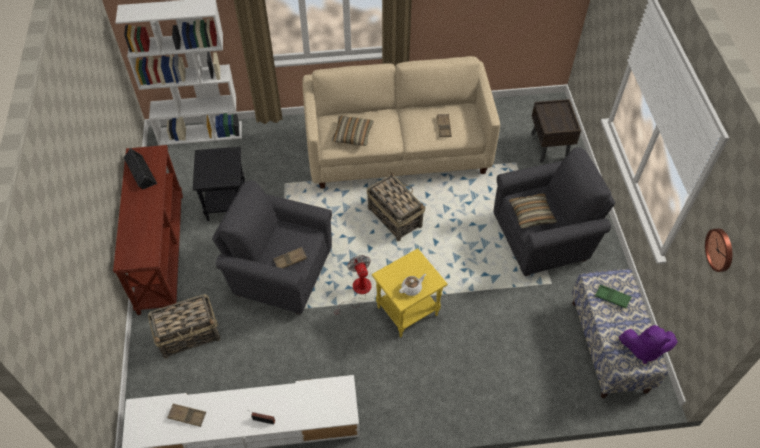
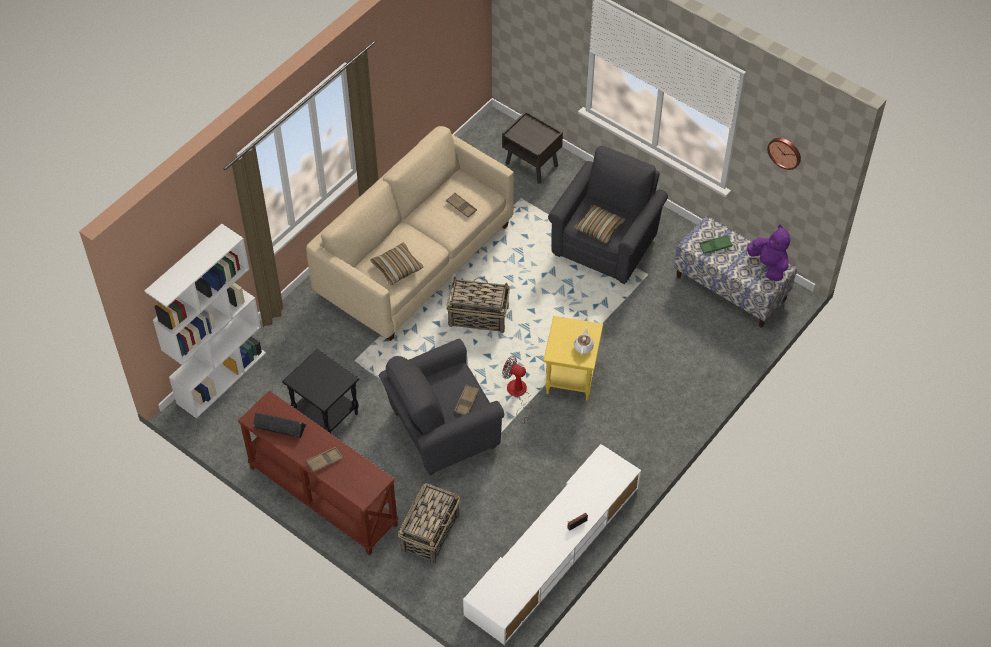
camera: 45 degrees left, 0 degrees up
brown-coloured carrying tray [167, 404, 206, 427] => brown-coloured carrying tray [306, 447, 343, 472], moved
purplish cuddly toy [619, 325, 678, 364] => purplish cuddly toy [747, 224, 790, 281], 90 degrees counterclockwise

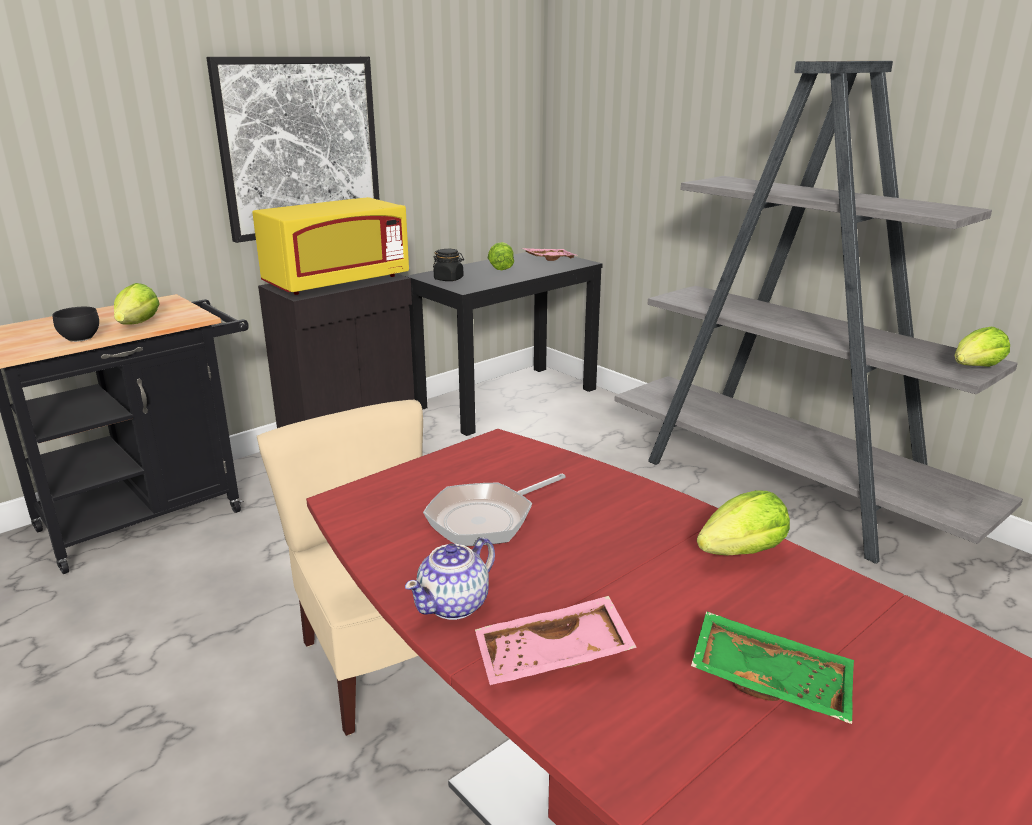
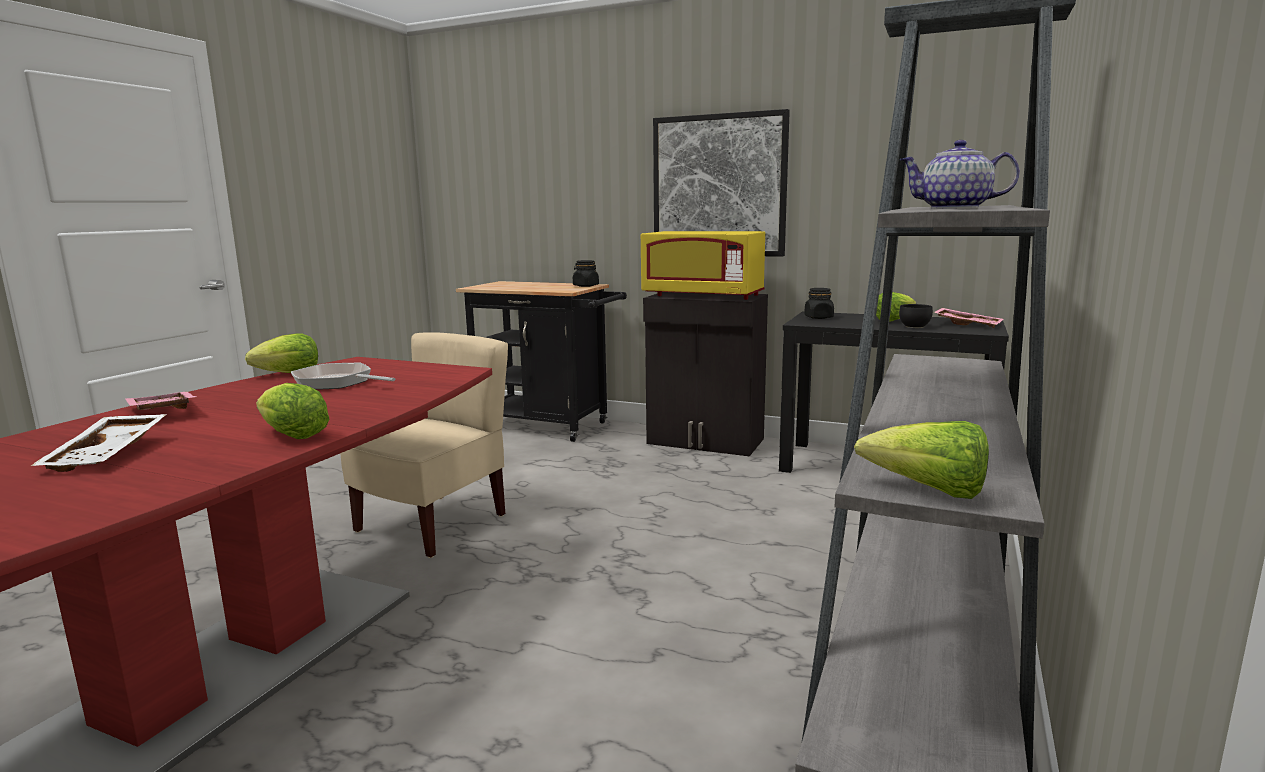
camera: 65 degrees right, 10 degrees down
green-coloured carrying tray [691, 611, 854, 724] => whitish carrying tray [31, 414, 167, 472]
lettuce [114, 283, 160, 325] => lettuce [245, 333, 318, 373], moved
nothing => blackish storage jar [573, 260, 599, 287]
tea pot [405, 537, 495, 620] => tea pot [899, 140, 1020, 209], moved
blackish deep dish [52, 307, 99, 342] => blackish deep dish [899, 304, 933, 328], moved

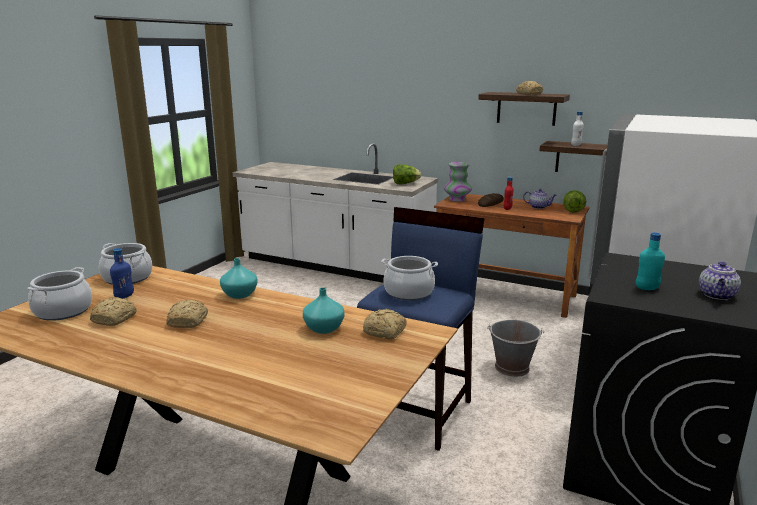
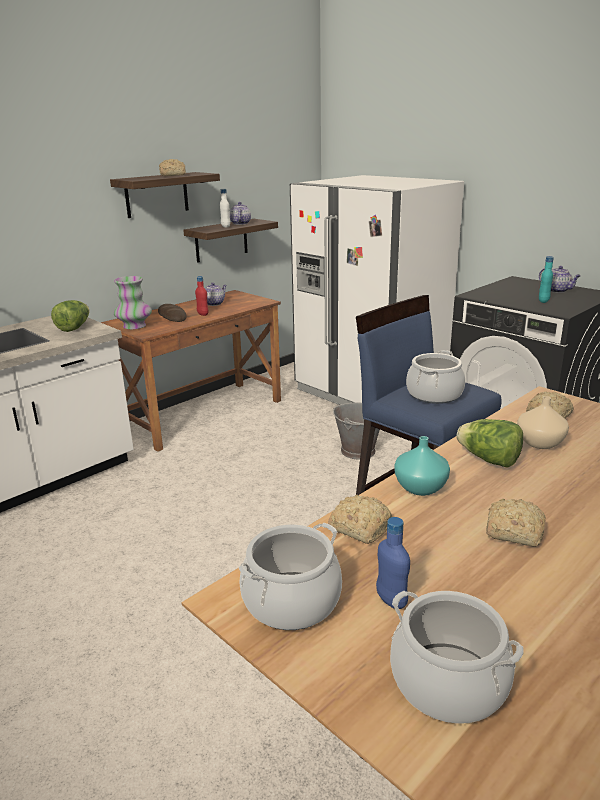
camera: 70 degrees left, 5 degrees up
nothing => tea pot [230, 202, 251, 225]
bread [90, 297, 137, 326] => bread [328, 495, 392, 544], moved
lettuce [563, 190, 586, 213] => lettuce [456, 419, 523, 468], moved
turquoise-coloured decorative vase [303, 288, 344, 334] => beige-coloured decorative vase [517, 396, 569, 449]

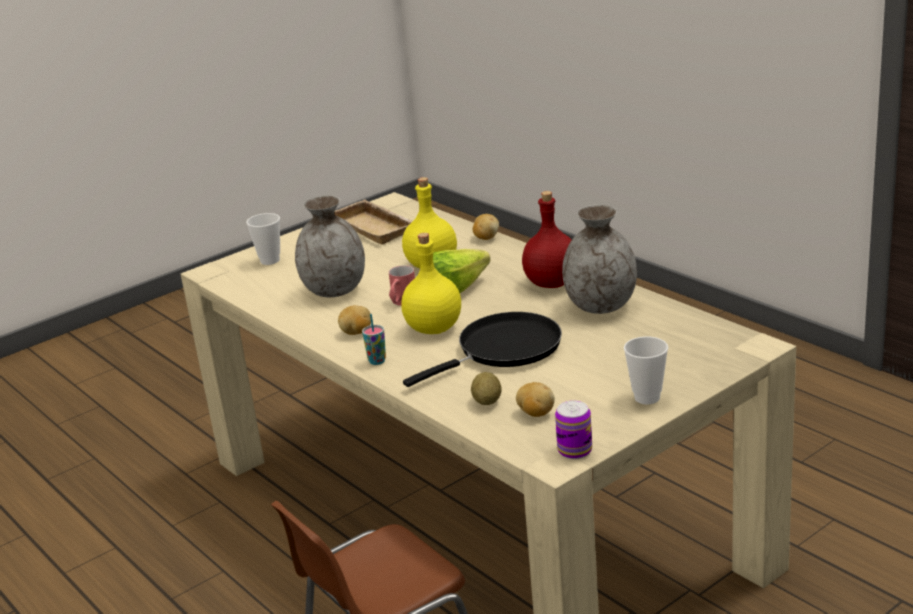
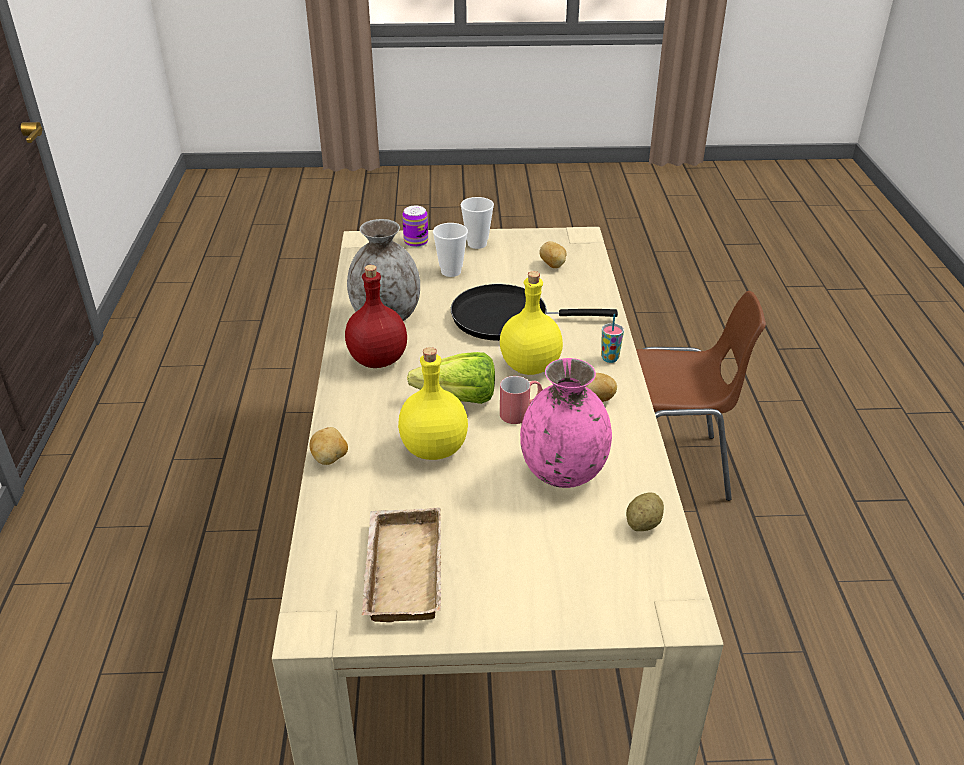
camera: 145 degrees left, 10 degrees up
metal can [555, 400, 592, 459] => metal can [402, 206, 428, 247], moved
small cup [246, 213, 280, 265] => small cup [433, 223, 468, 277], moved
grey decorative vase [295, 195, 365, 297] => pinkish decorative vase [520, 358, 612, 488]
potato [471, 372, 502, 405] => potato [626, 492, 664, 531], moved

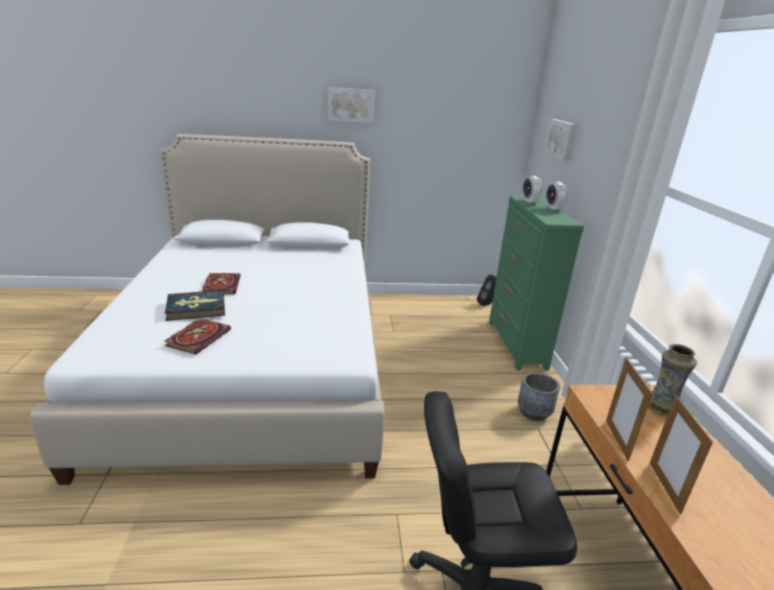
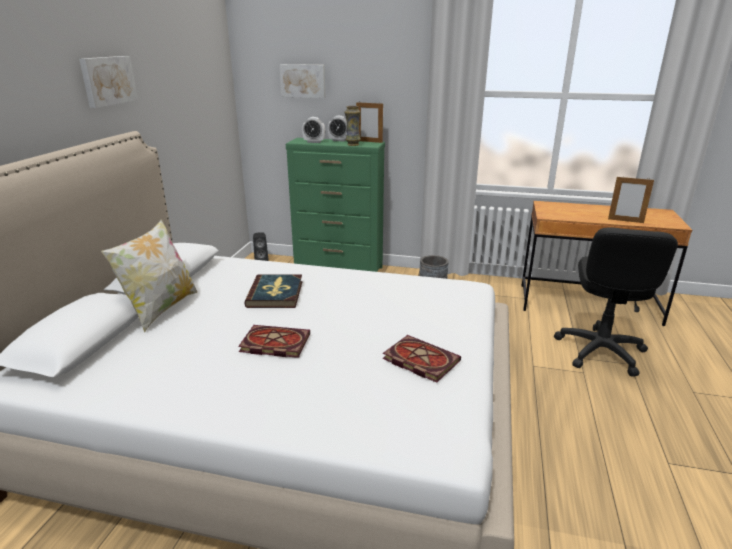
camera: 70 degrees left, 0 degrees up
nothing => throw pillow [101, 219, 197, 332]
bound book [165, 290, 225, 321] => bound book [244, 274, 302, 308], moved
decorative vase [649, 344, 697, 416] => decorative vase [344, 106, 361, 146], moved
standing frame [606, 358, 653, 461] => standing frame [356, 102, 383, 143], moved

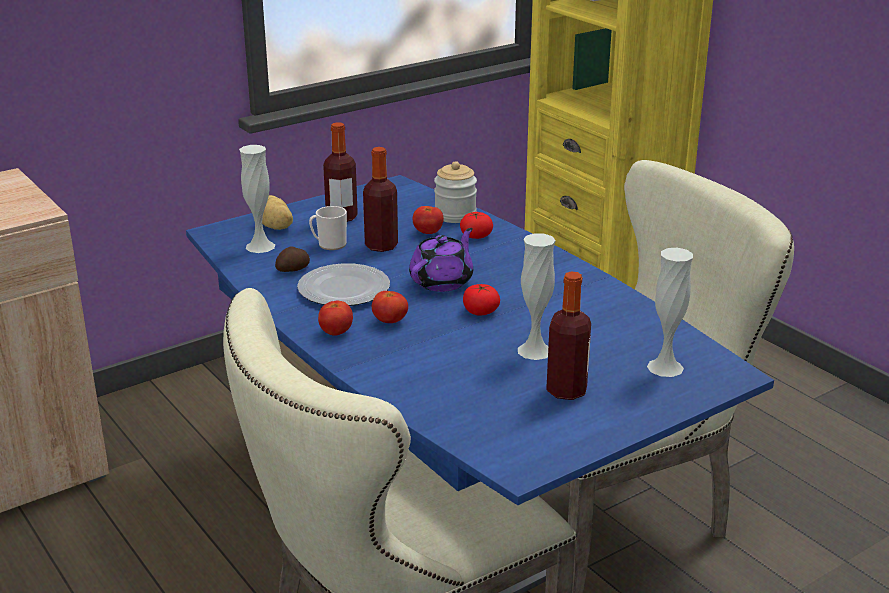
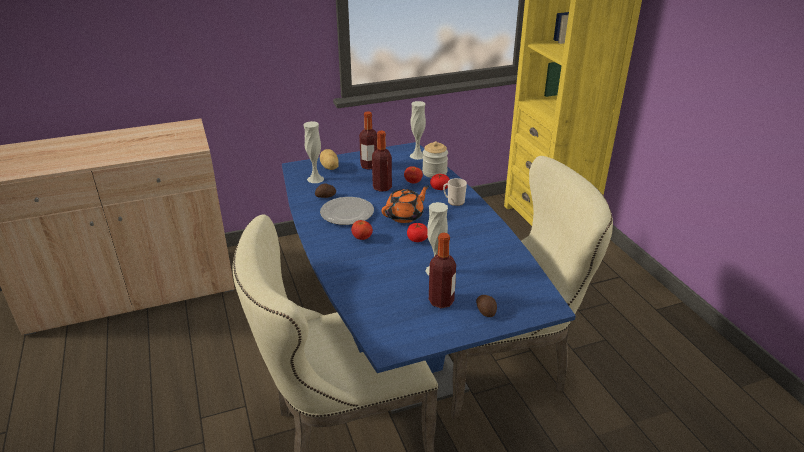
camera: 15 degrees right, 5 degrees up
purplish tea pot [409, 228, 473, 292] => orange tea pot [381, 186, 429, 223]
whitish decorative vase [647, 248, 693, 377] => whitish decorative vase [410, 101, 426, 160], moved
mug [309, 206, 347, 250] => mug [443, 178, 467, 206], moved
nothing => potato [476, 295, 497, 317]
fresh tomato [318, 300, 353, 336] => nothing

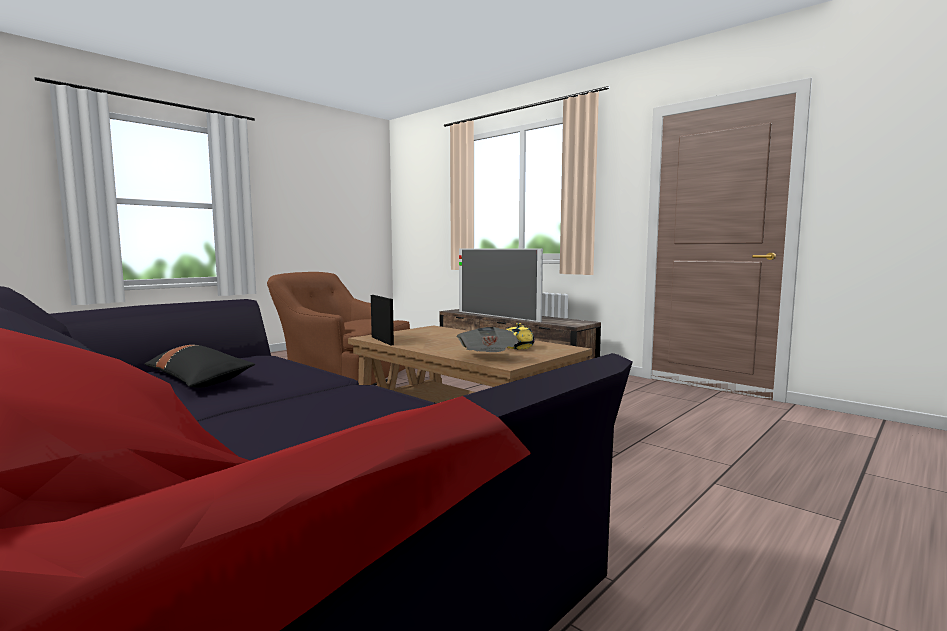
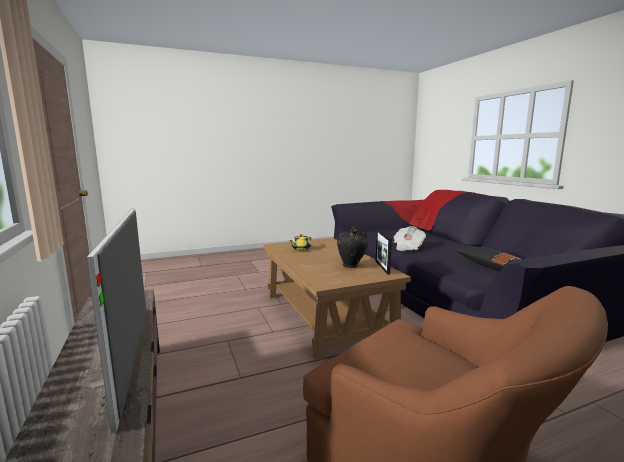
camera: 155 degrees left, 5 degrees up
nothing => blackish decorative vase [337, 226, 368, 268]
printed paper [457, 327, 520, 352] => printed paper [393, 226, 426, 251], moved

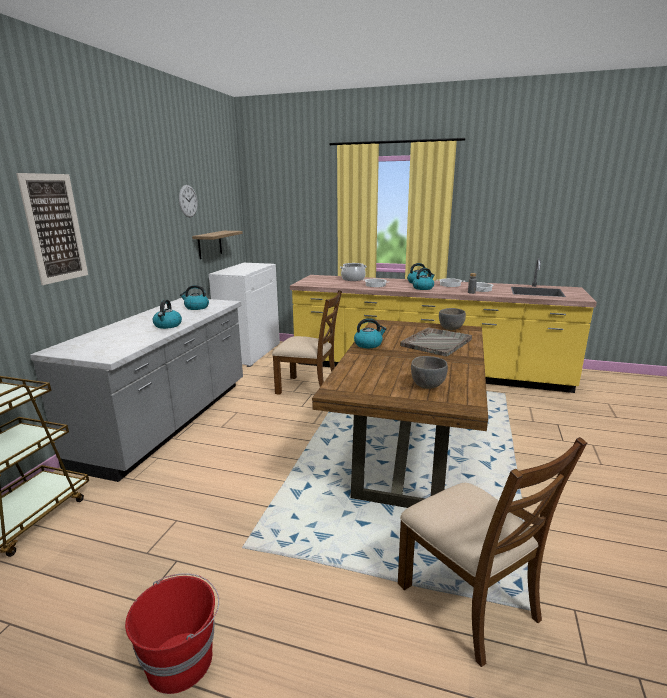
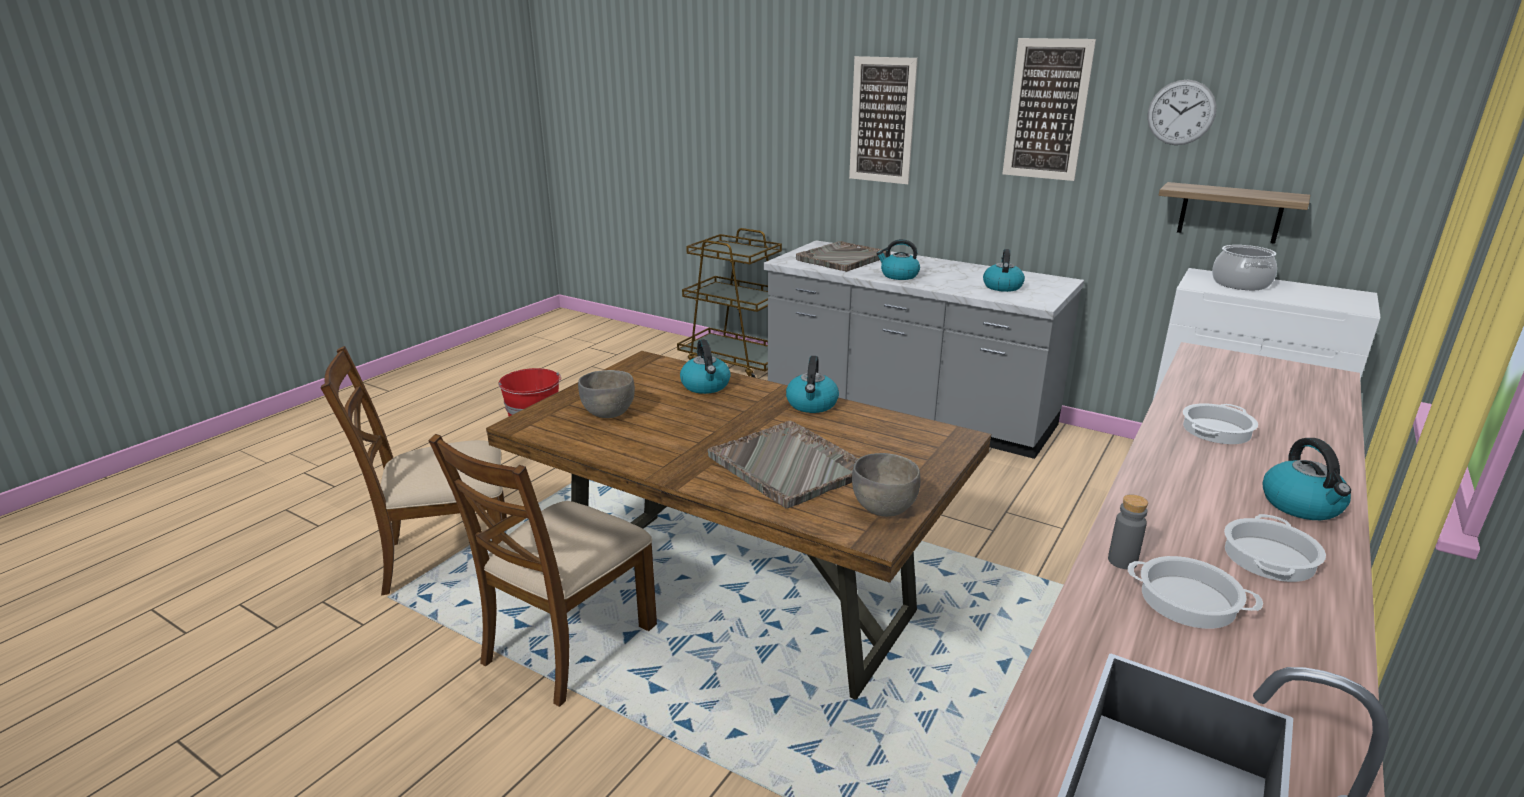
camera: 105 degrees right, 5 degrees up
brown-coloured upright chair [272, 290, 342, 395] => brown-coloured upright chair [428, 434, 657, 707], moved
kettle [413, 268, 435, 290] => kettle [680, 339, 731, 394], moved
nothing => grey carrying tray [796, 241, 891, 272]
nothing => picture [1002, 38, 1096, 181]
saucepot [340, 263, 367, 281] => saucepot [1212, 245, 1277, 290], moved

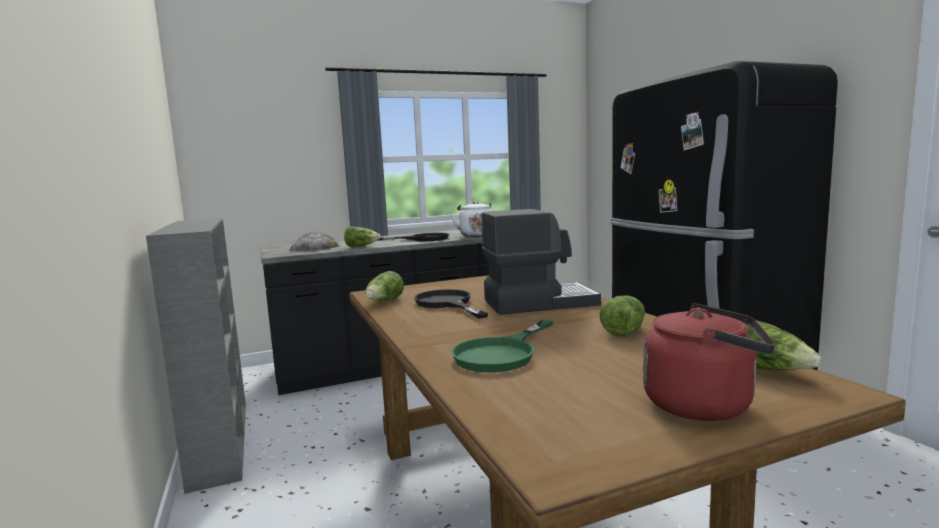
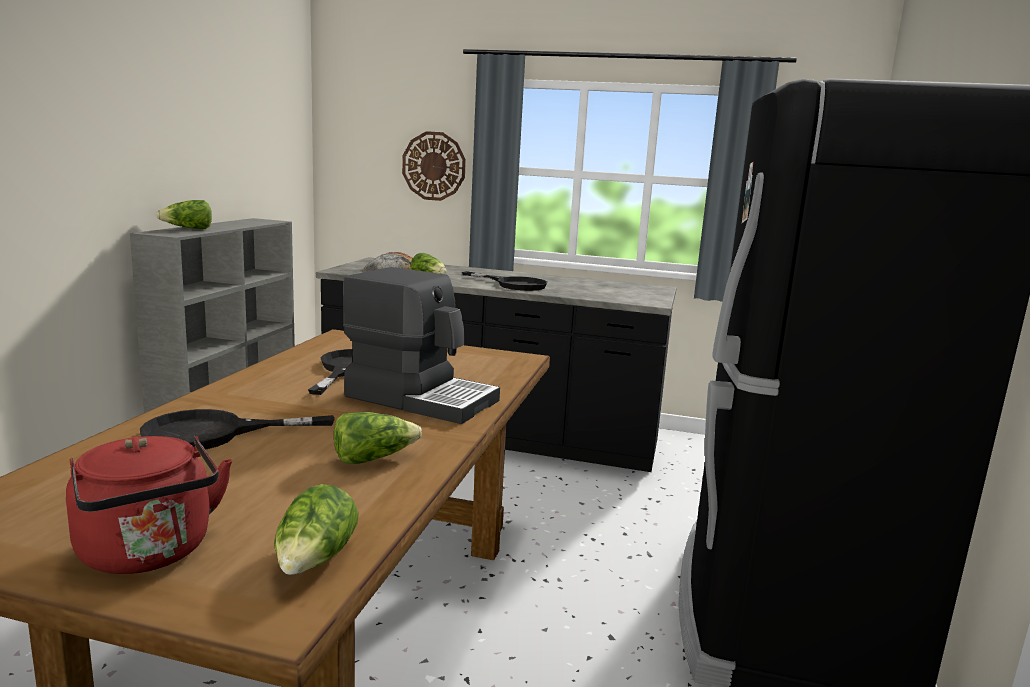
camera: 35 degrees right, 5 degrees up
green-coloured frying pan [451, 319, 553, 372] => blackish frying pan [140, 409, 335, 450]
lettuce [365, 271, 404, 301] => lettuce [156, 200, 212, 229], moved
nothing => clock on the wall [402, 131, 466, 201]
whitish kettle [451, 201, 492, 237] => nothing

